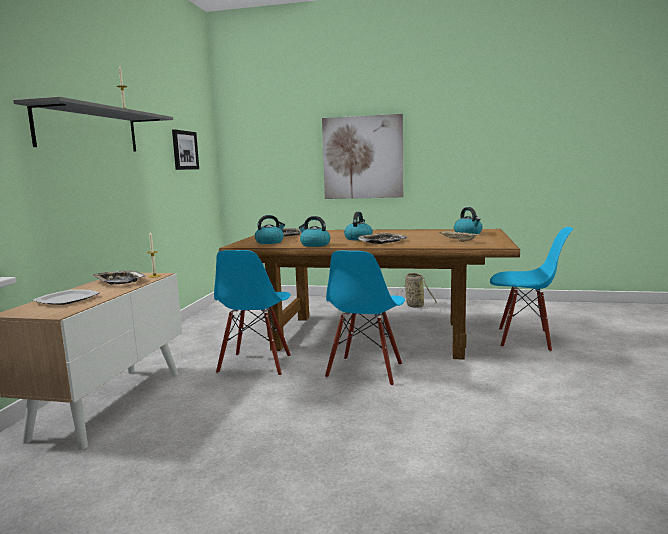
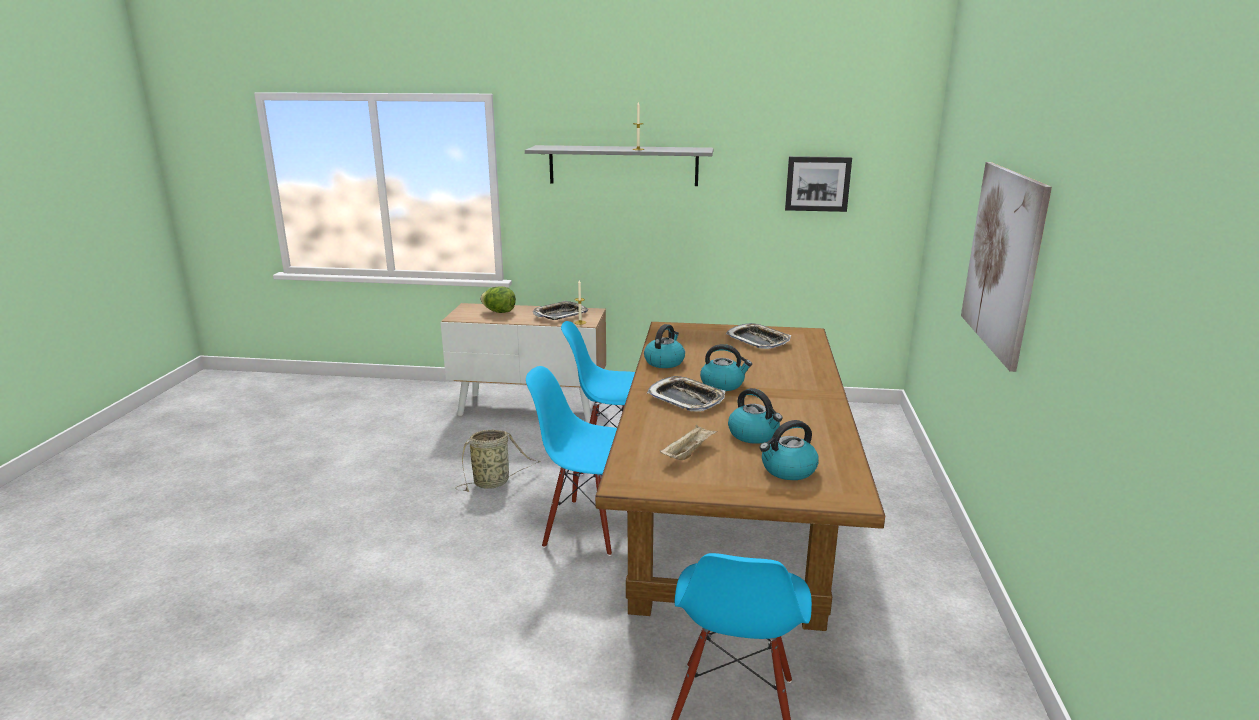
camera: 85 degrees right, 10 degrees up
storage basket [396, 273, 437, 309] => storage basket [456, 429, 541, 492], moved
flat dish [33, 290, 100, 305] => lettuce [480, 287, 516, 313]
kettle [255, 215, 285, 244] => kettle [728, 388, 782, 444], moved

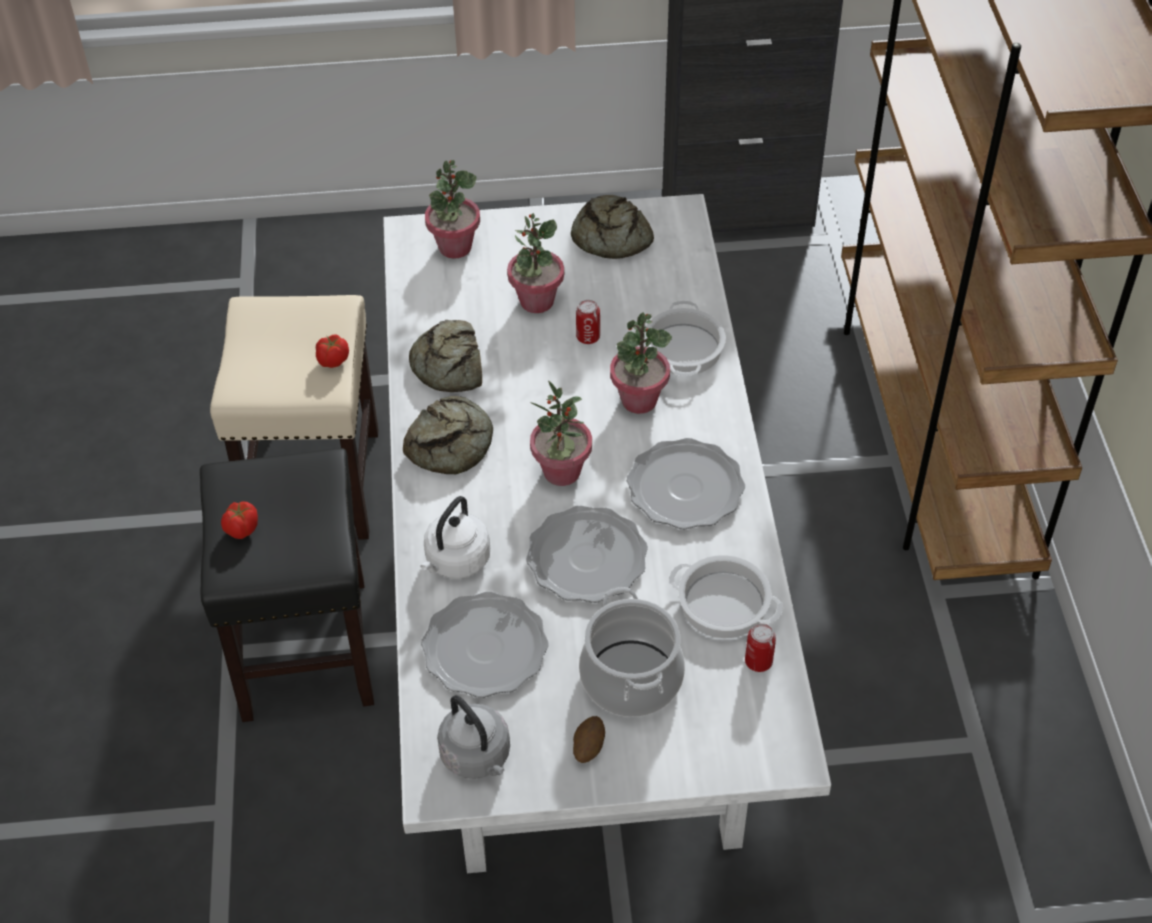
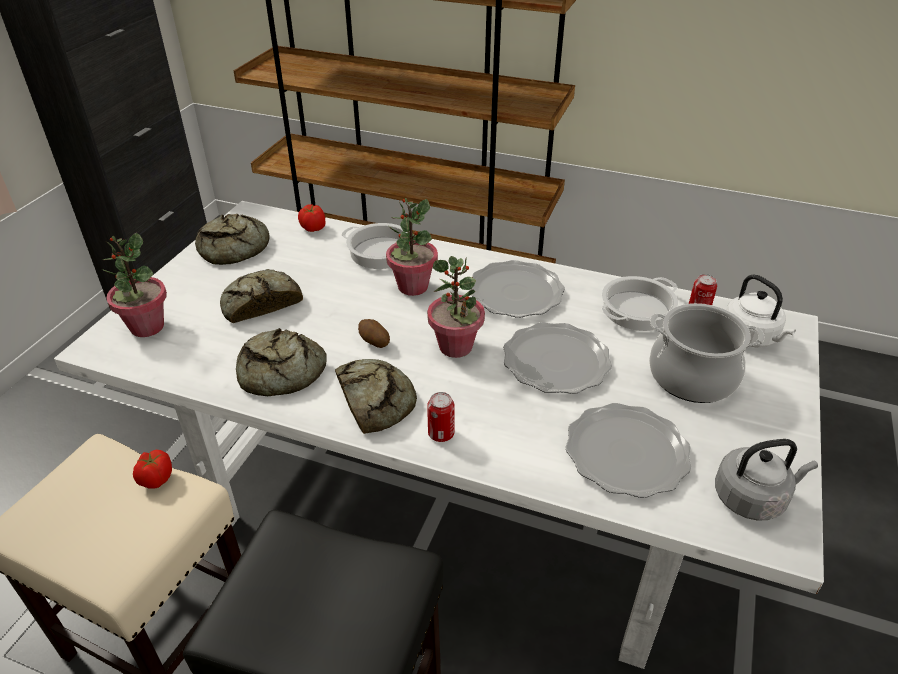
camera: 65 degrees left, 10 degrees down
houseplant [507, 213, 564, 313] => bread [220, 269, 303, 323]
fresh tomato [221, 502, 258, 539] => fresh tomato [298, 204, 325, 232], moved
potato [573, 716, 605, 763] => potato [358, 319, 390, 348], moved
metal can [576, 300, 600, 344] => metal can [428, 392, 455, 442], moved
whitish kettle [420, 496, 490, 579] => whitish kettle [726, 274, 796, 347], moved

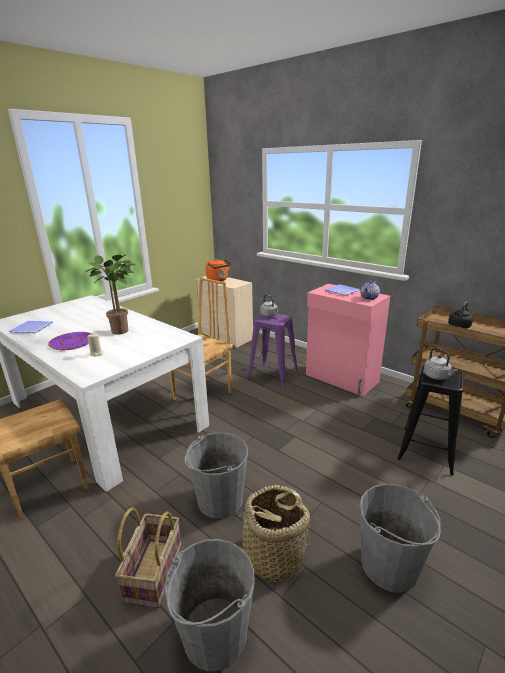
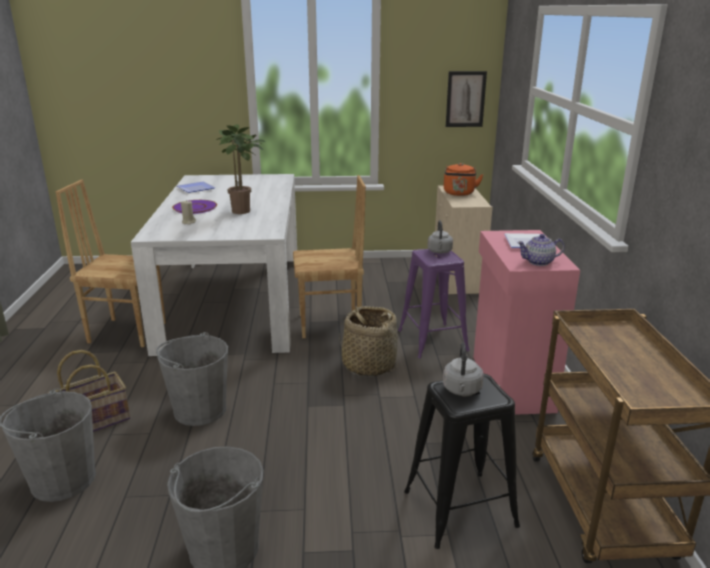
camera: 45 degrees right, 0 degrees up
storage basket [227, 485, 313, 582] => storage basket [339, 306, 398, 377], moved
nothing => picture [446, 71, 487, 127]
blackish kettle [448, 301, 473, 329] => nothing

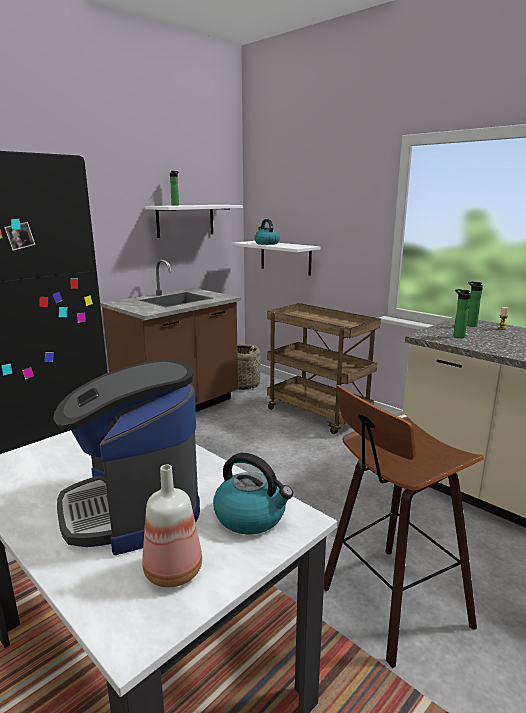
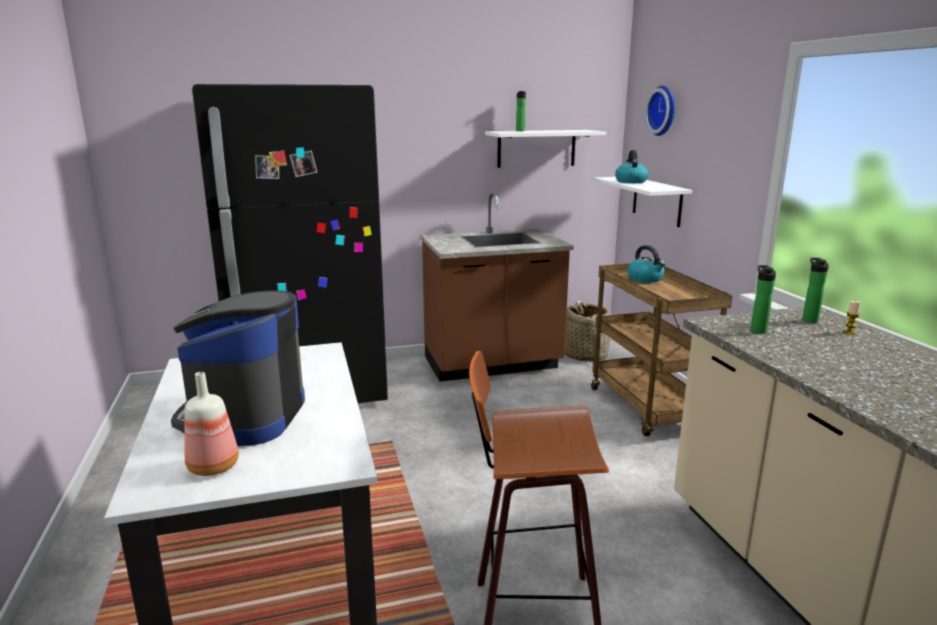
camera: 30 degrees right, 0 degrees up
kettle [213, 453, 293, 535] => kettle [627, 245, 665, 283], moved
nothing => clock on the wall [645, 86, 675, 136]

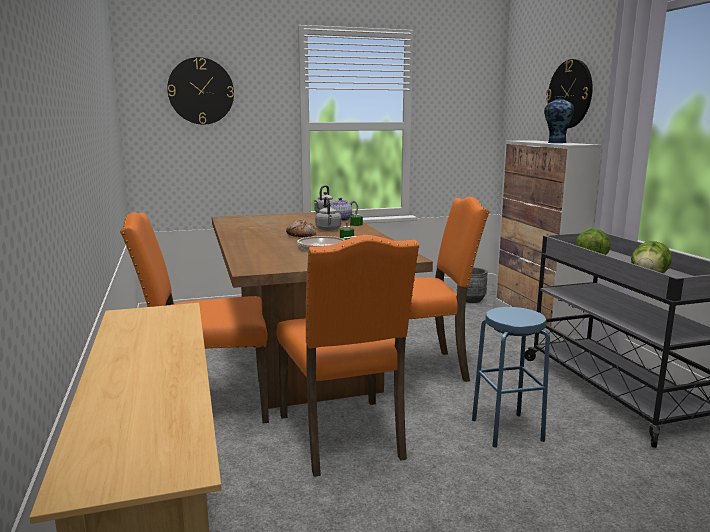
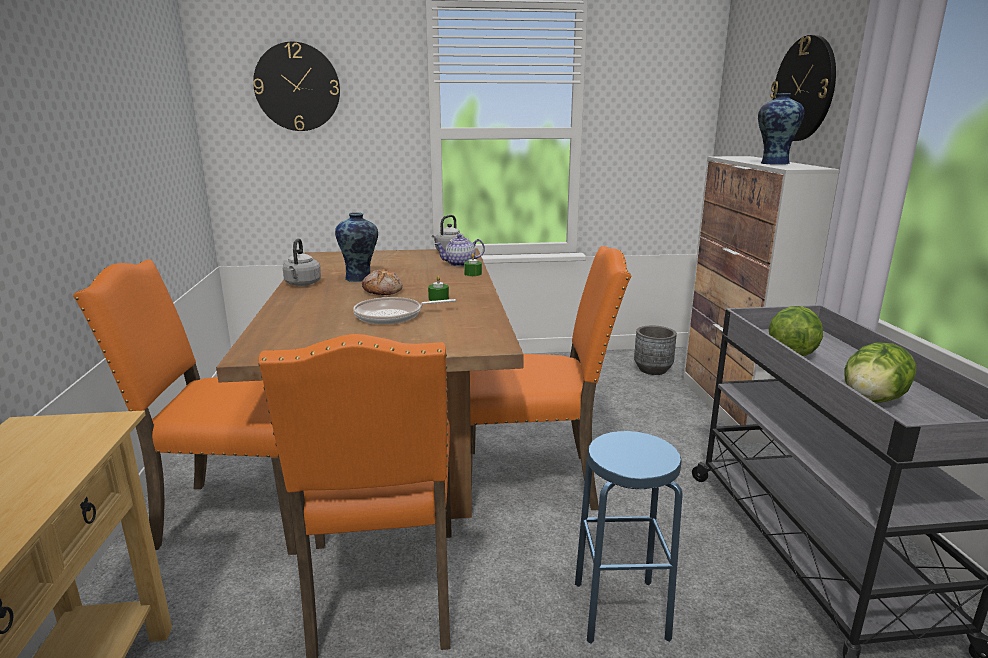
camera: 10 degrees right, 5 degrees up
grey kettle [315, 197, 341, 231] => grey kettle [283, 238, 321, 286], moved
nothing => decorative vase [335, 212, 378, 282]

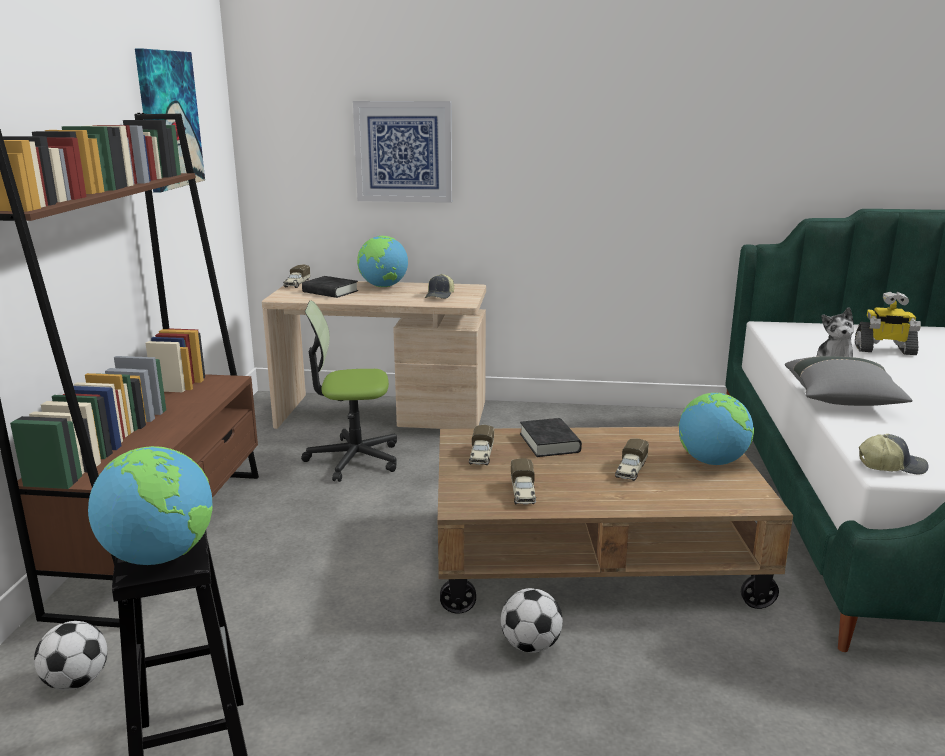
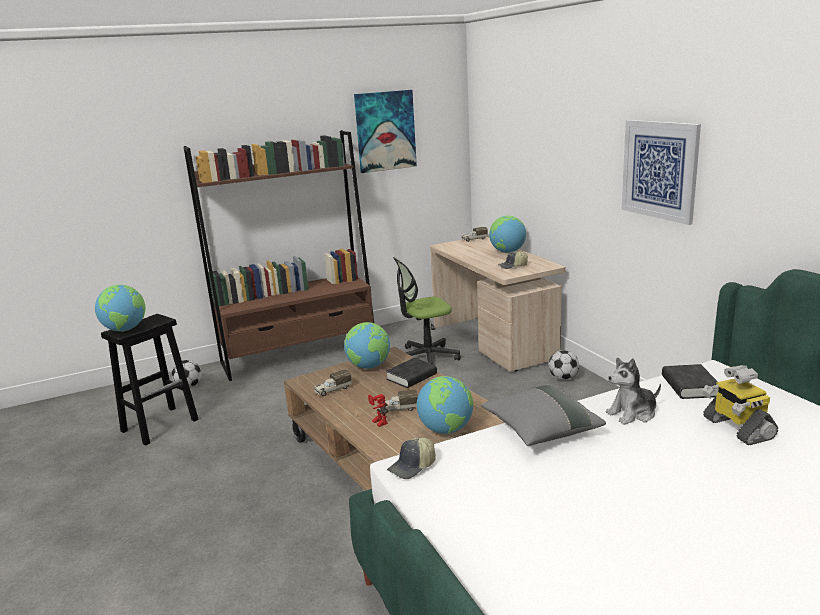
camera: 60 degrees right, 0 degrees up
model truck [469, 425, 494, 465] => desk globe [344, 322, 390, 369]
nothing => model robot [368, 394, 388, 427]
peaked cap [859, 434, 928, 475] => peaked cap [387, 438, 436, 479], 75 degrees clockwise
desk chair [301, 301, 397, 482] => desk chair [393, 257, 461, 364], 75 degrees counterclockwise
football [501, 588, 563, 653] => football [549, 350, 579, 380], moved
picture [353, 101, 452, 203] => picture [622, 120, 701, 225], moved
blackish bound book [302, 276, 358, 298] => blackish bound book [662, 364, 718, 399], moved

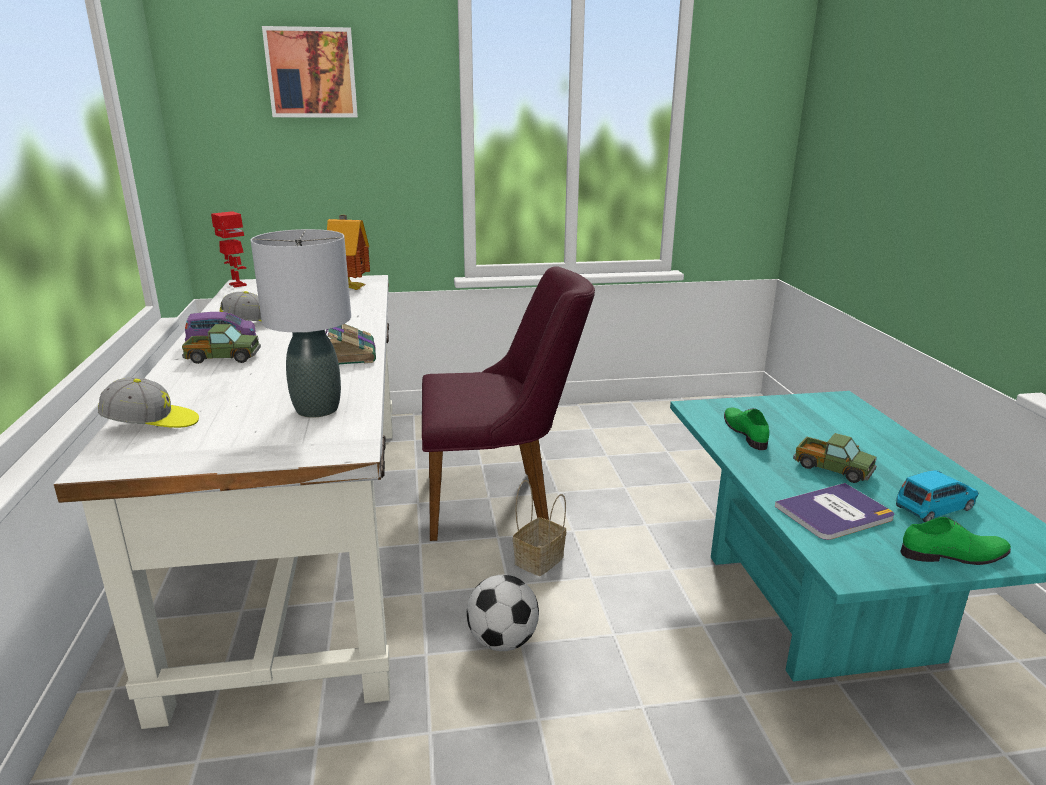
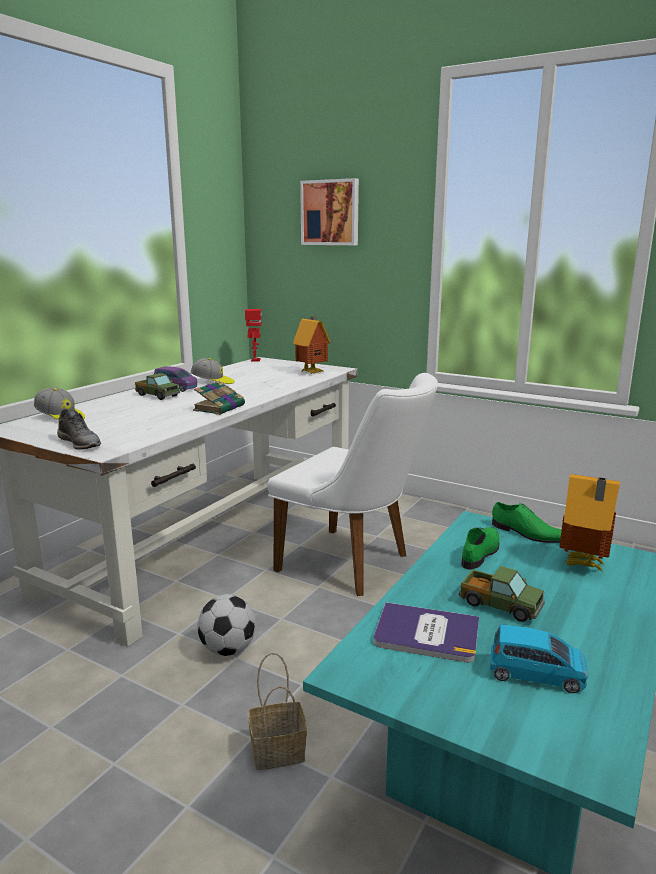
camera: 40 degrees right, 5 degrees down
nothing => grey item of footwear [57, 409, 101, 450]
storage basket [513, 480, 566, 576] => storage basket [249, 653, 307, 770], moved
purplish upright chair [422, 266, 595, 541] => whitish upright chair [267, 373, 438, 596]
model truck [793, 433, 877, 483] => model truck [459, 566, 545, 622], 45 degrees counterclockwise
green-coloured item of footwear [900, 517, 1011, 565] => green-coloured item of footwear [492, 502, 562, 543], moved
nothing => toy house [559, 474, 620, 571]
grey lamp for a table [251, 229, 351, 418] => nothing

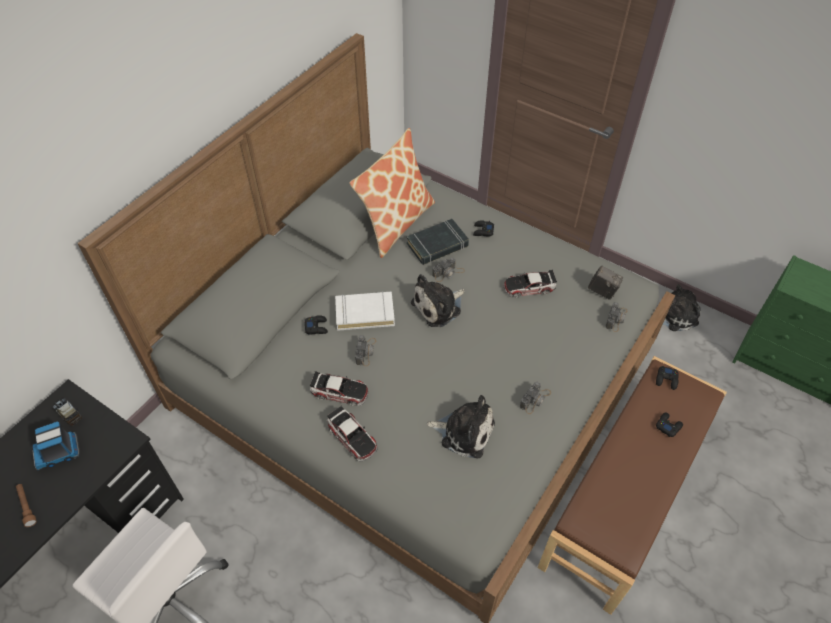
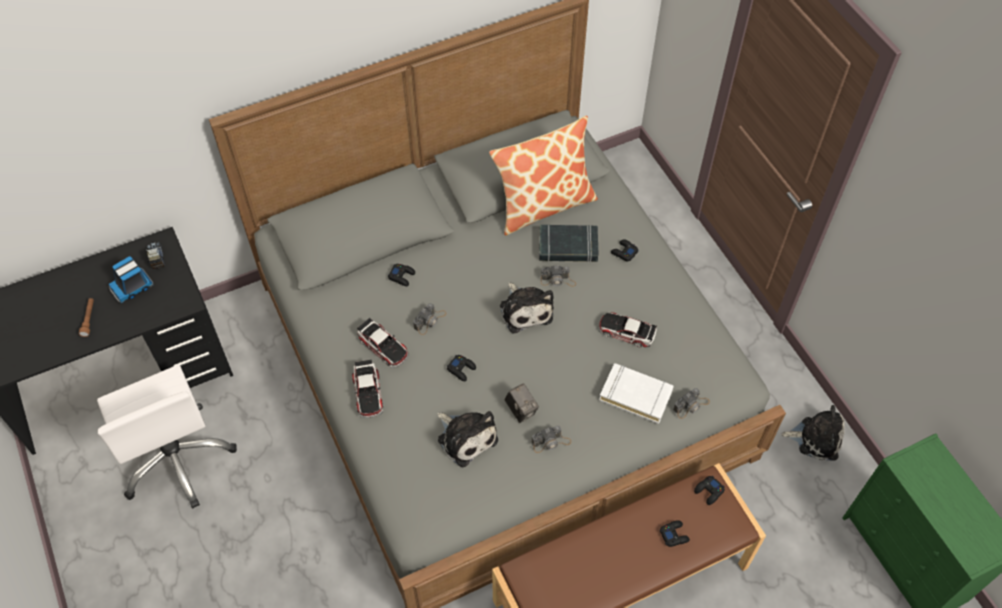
camera: 30 degrees right, 5 degrees up
model truck [33, 421, 80, 471] => model truck [109, 256, 154, 303], 45 degrees counterclockwise
nothing => blackish gamepad [447, 355, 476, 381]
cuddly toy [411, 274, 465, 327] => cuddly toy [500, 282, 554, 333], 105 degrees counterclockwise
photo camera [588, 266, 623, 300] => photo camera [504, 383, 539, 423], moved
whitish bound book [335, 291, 395, 331] => whitish bound book [599, 363, 674, 424], moved

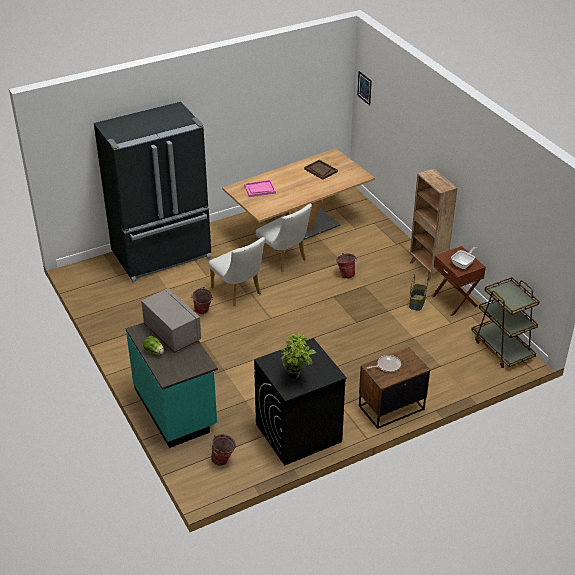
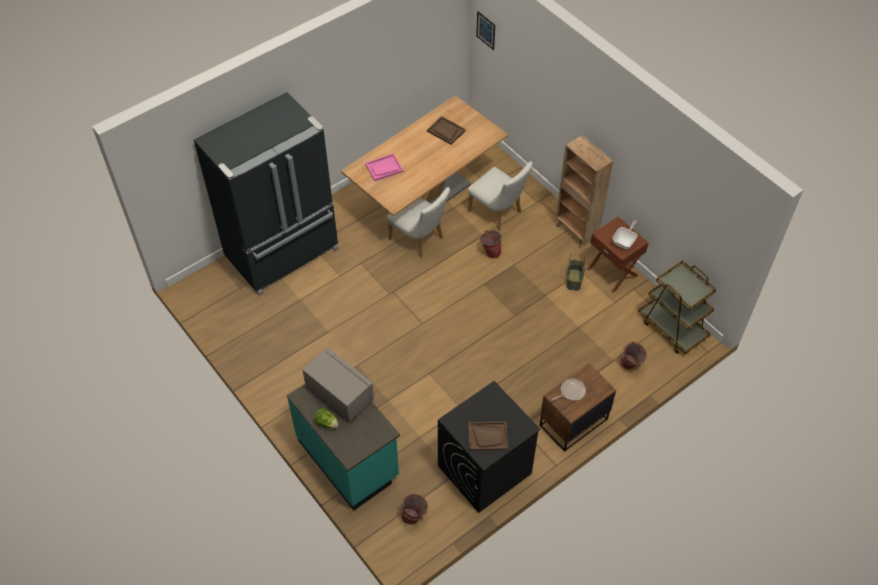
camera: 10 degrees left, 15 degrees up
whitish upright chair [209, 237, 265, 306] => whitish upright chair [468, 162, 533, 231], moved
houseplant [281, 333, 316, 379] => brown-coloured carrying tray [468, 422, 508, 451]
water bucket [191, 287, 213, 314] => water bucket [620, 341, 647, 370], moved

